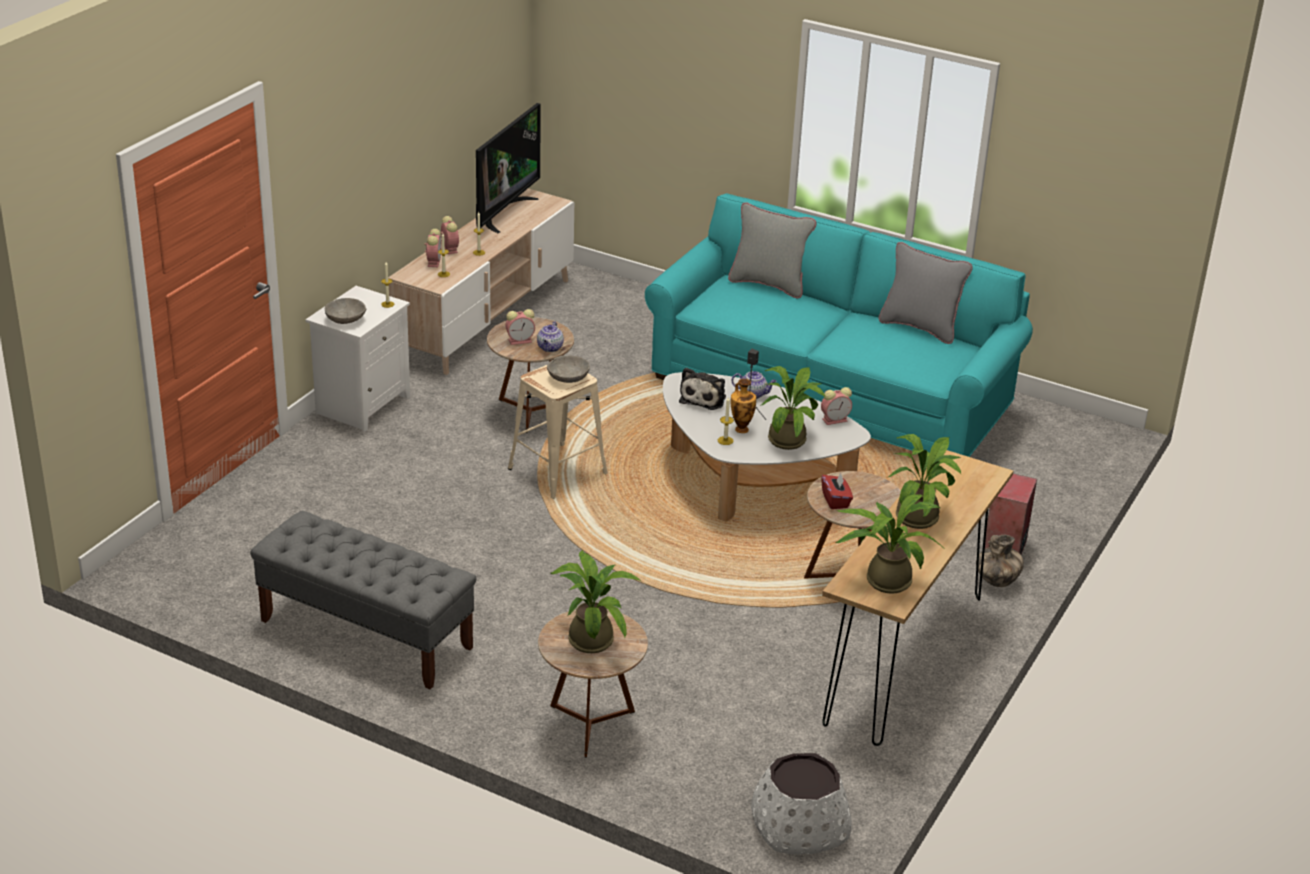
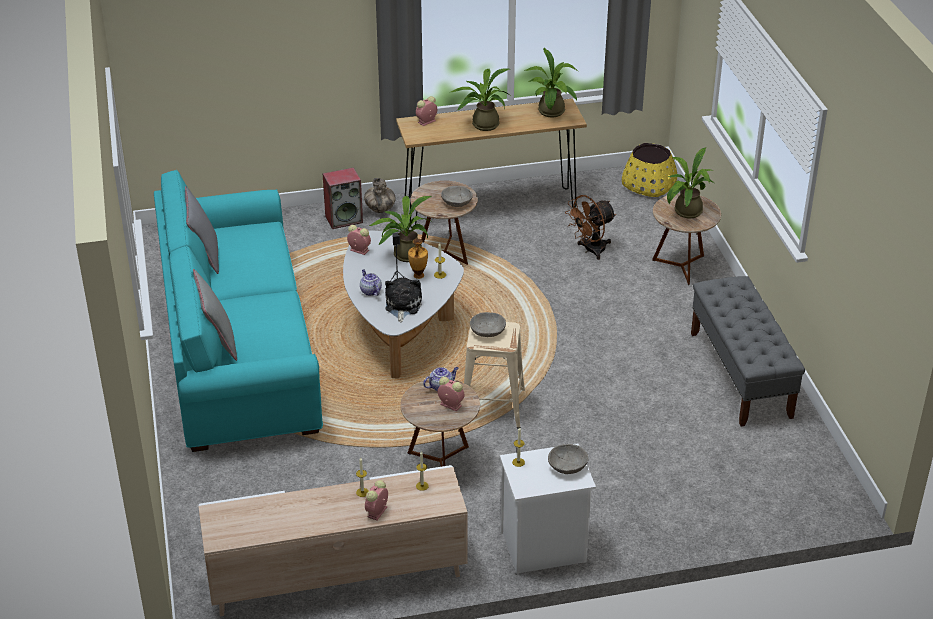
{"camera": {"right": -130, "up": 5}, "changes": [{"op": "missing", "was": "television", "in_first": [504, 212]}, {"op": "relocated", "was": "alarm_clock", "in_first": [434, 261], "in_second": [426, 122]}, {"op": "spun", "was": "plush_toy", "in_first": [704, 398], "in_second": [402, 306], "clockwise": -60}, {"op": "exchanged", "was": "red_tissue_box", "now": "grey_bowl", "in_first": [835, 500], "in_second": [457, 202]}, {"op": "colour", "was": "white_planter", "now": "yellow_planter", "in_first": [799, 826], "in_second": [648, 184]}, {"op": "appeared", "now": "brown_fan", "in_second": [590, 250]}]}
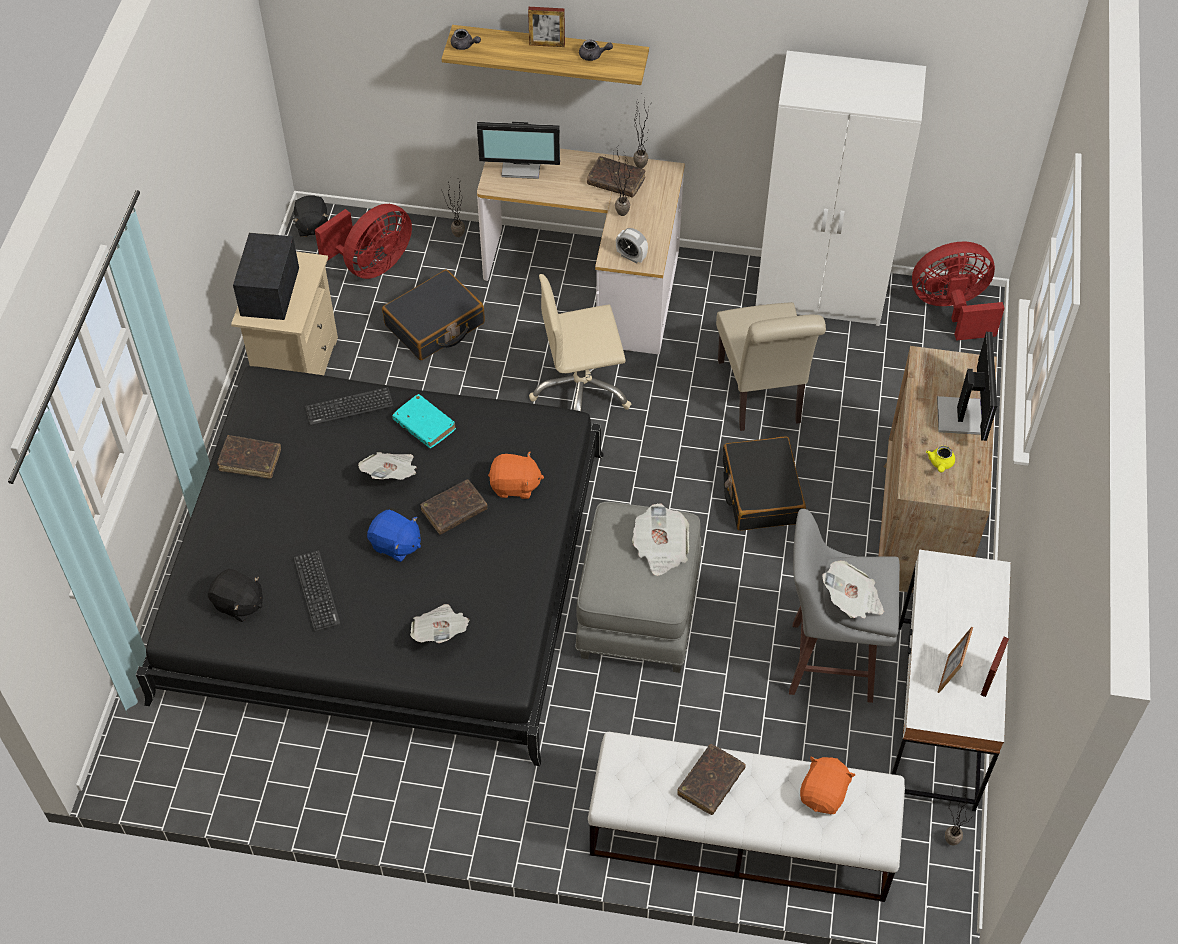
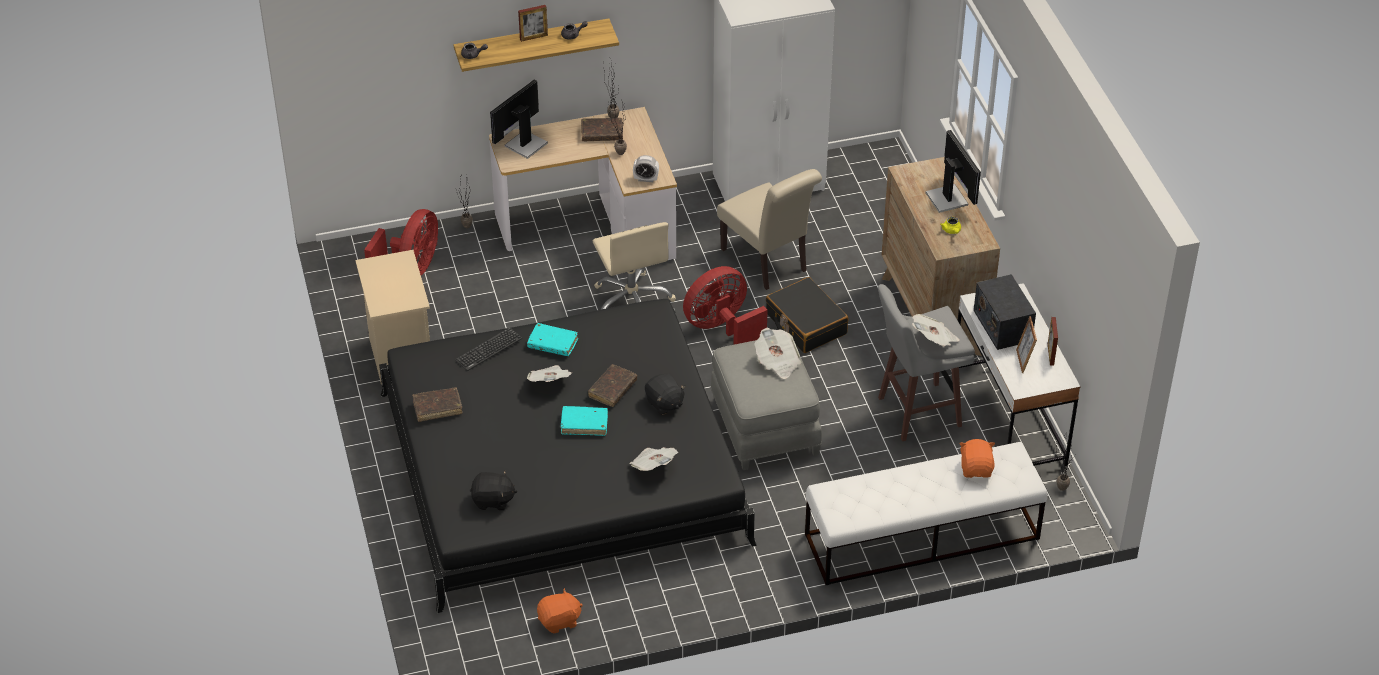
{"camera": {"right": -25, "up": -10}, "changes": [{"op": "spun", "was": "monitor", "in_first": [522, 166], "in_second": [524, 144], "clockwise": 150}, {"op": "relocated", "was": "black_plush_toy", "in_first": [312, 226], "in_second": [664, 403]}, {"op": "relocated", "was": "radio", "in_first": [270, 291], "in_second": [1002, 325]}, {"op": "relocated", "was": "red_fan", "in_first": [952, 309], "in_second": [722, 327]}, {"op": "missing", "was": "black_suitcase", "in_first": [435, 325]}, {"op": "spun", "was": "beige_office_chair", "in_first": [581, 391], "in_second": [632, 302], "clockwise": -75}, {"op": "relocated", "was": "orange_plush_toy", "in_first": [515, 486], "in_second": [559, 621]}, {"op": "exchanged", "was": "blue_plush_toy", "now": "turquoise_book", "in_first": [395, 545], "in_second": [584, 424]}, {"op": "missing", "was": "keyboard", "in_first": [316, 591]}, {"op": "missing", "was": "brown_book", "in_first": [710, 782]}]}
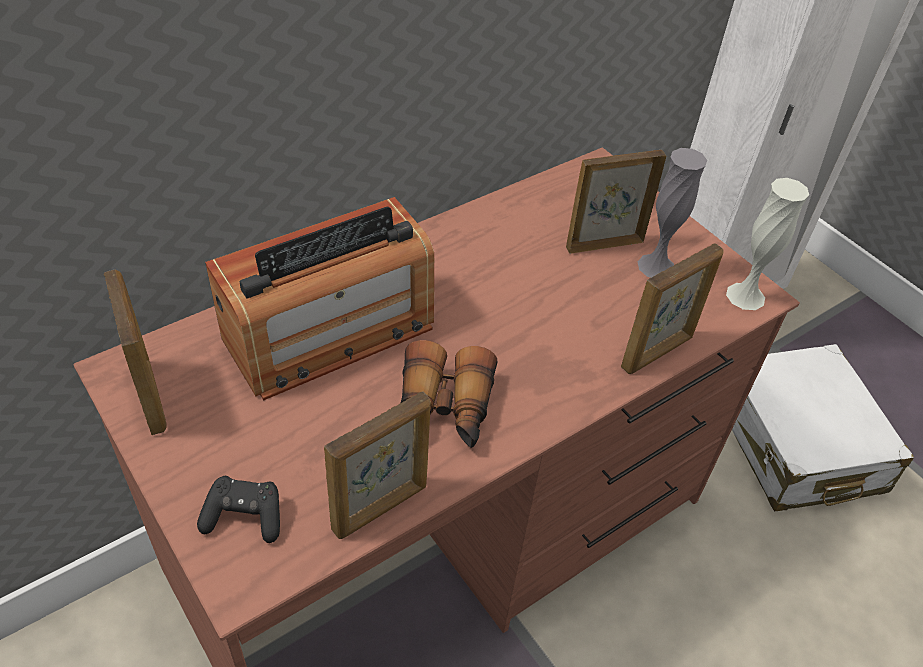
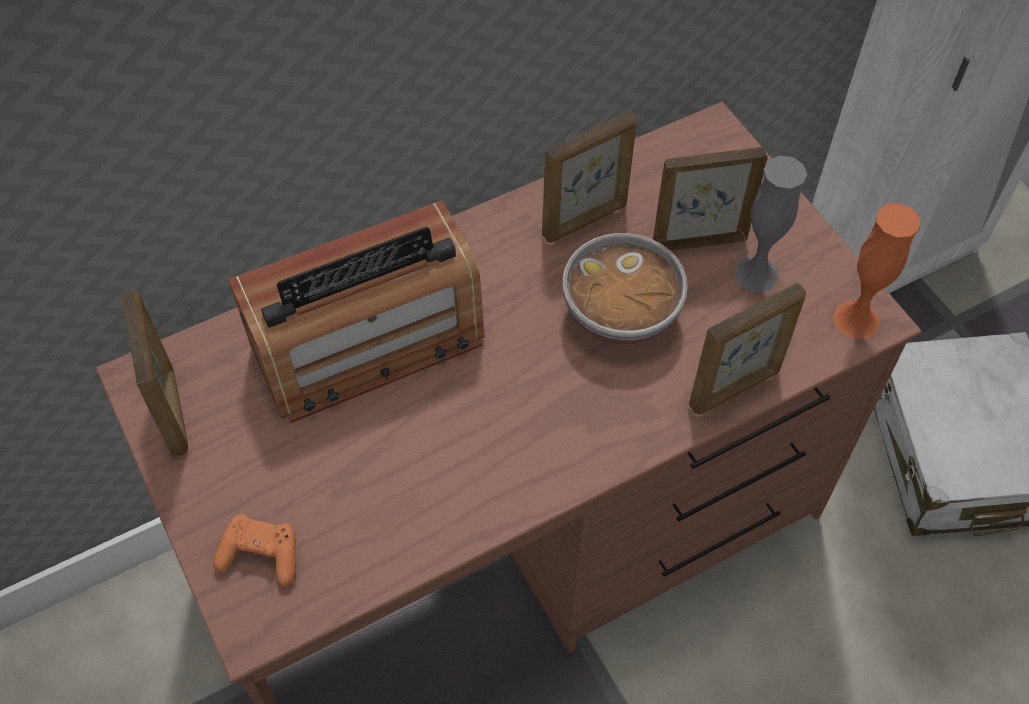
{"camera": {"right": 10, "up": 10}, "changes": [{"op": "colour", "was": "white_vase", "now": "orange_vase", "in_first": [745, 296], "in_second": [856, 319]}, {"op": "missing", "was": "binoculars", "in_first": [444, 409]}, {"op": "relocated", "was": "picture_frame", "in_first": [381, 508], "in_second": [585, 220]}, {"op": "colour", "was": "black_game_controller", "now": "orange_game_controller", "in_first": [244, 517], "in_second": [262, 555]}, {"op": "appeared", "now": "bowl", "in_second": [621, 313]}]}
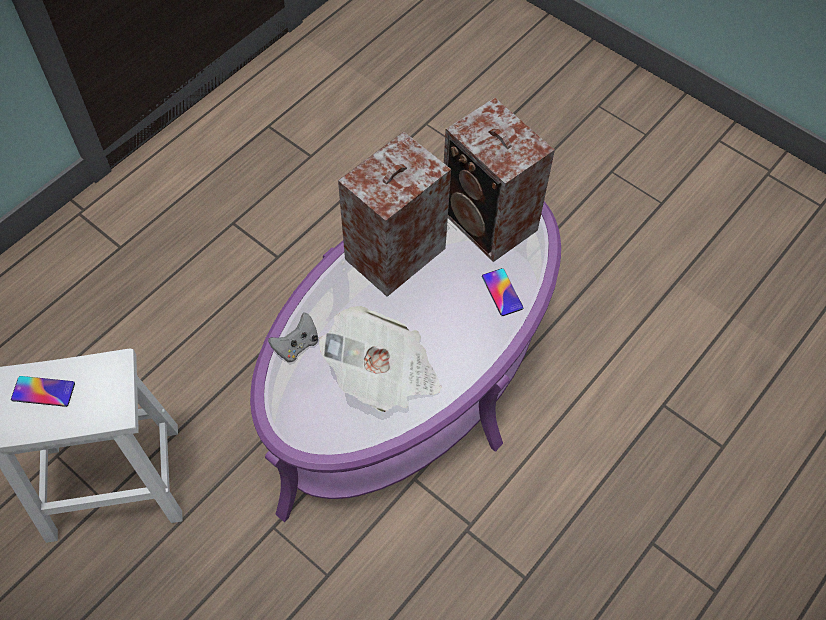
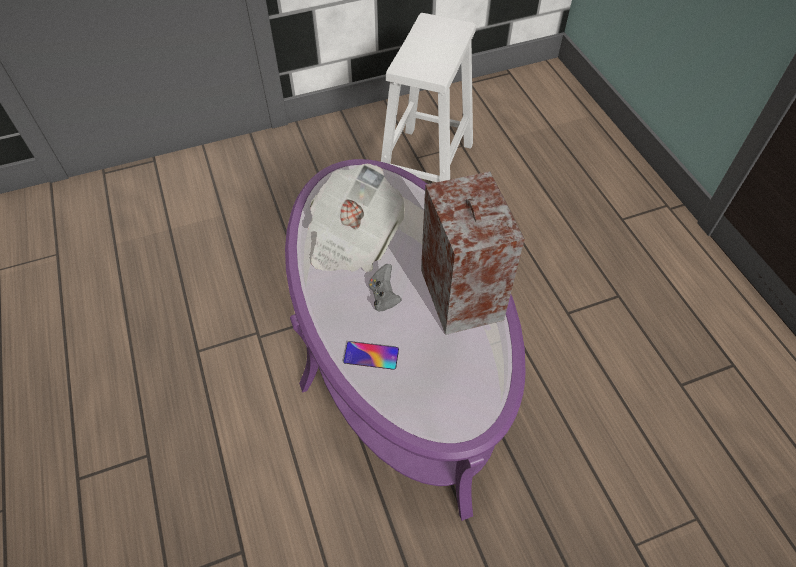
{"camera": {"right": 120, "up": -5}, "changes": [{"op": "missing", "was": "speaker", "in_first": [490, 223]}, {"op": "relocated", "was": "grey_game_controller", "in_first": [296, 345], "in_second": [384, 297]}, {"op": "missing", "was": "phone", "in_first": [43, 391]}]}
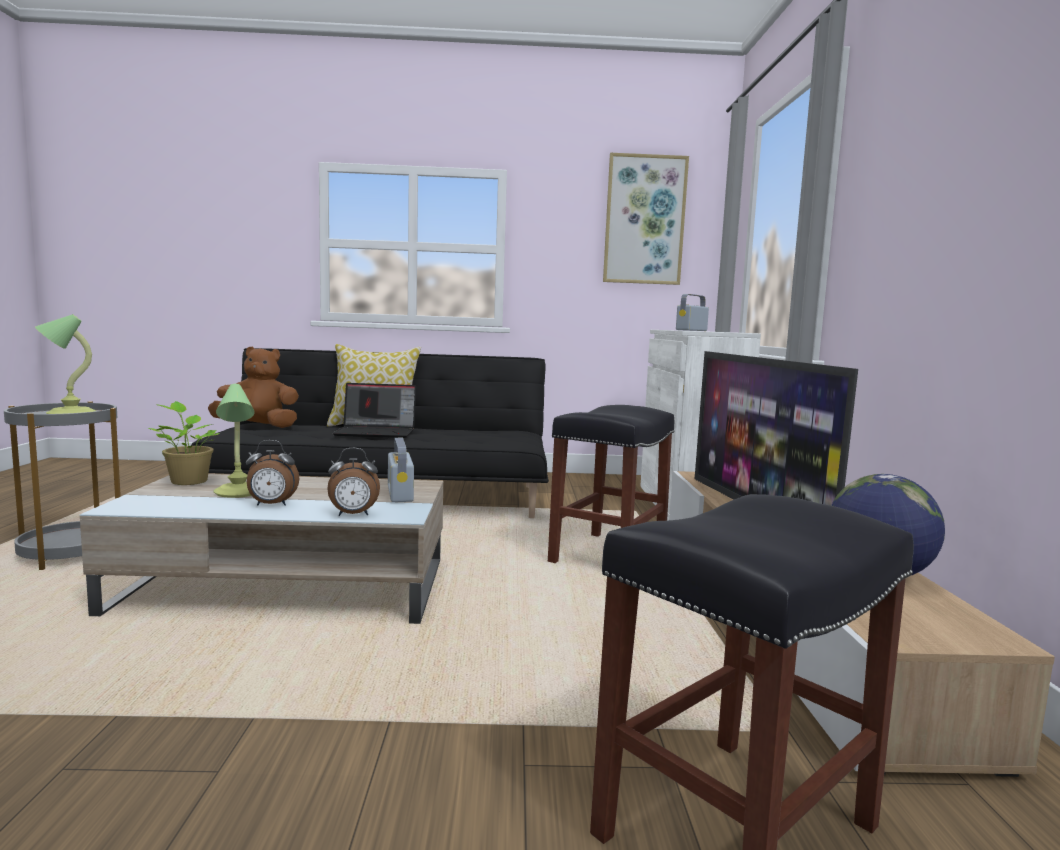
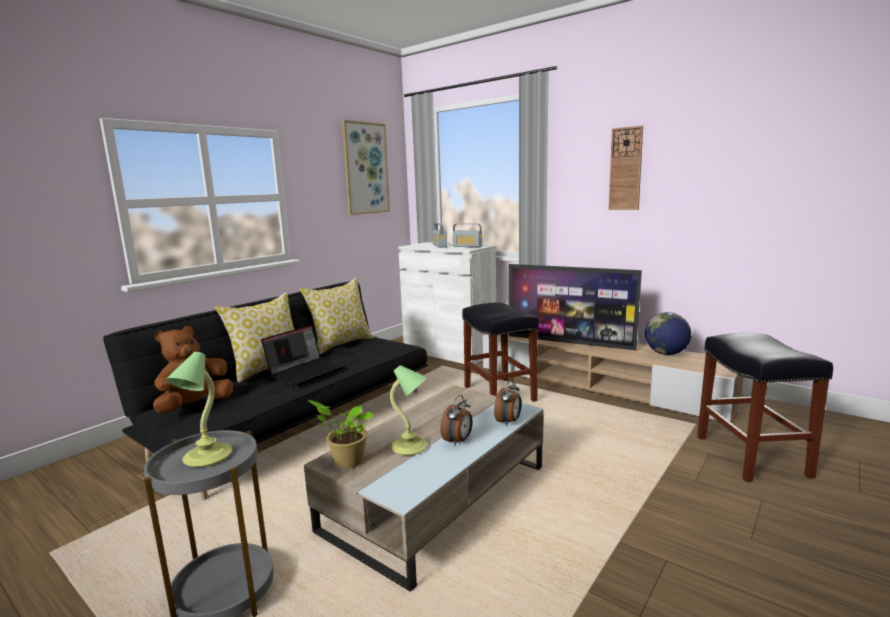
{"camera": {"right": -50, "up": 5}, "changes": [{"op": "relocated", "was": "radio", "in_first": [400, 493], "in_second": [467, 246]}, {"op": "appeared", "now": "wall_clock", "in_second": [625, 169]}, {"op": "appeared", "now": "pillow", "in_second": [341, 344]}]}
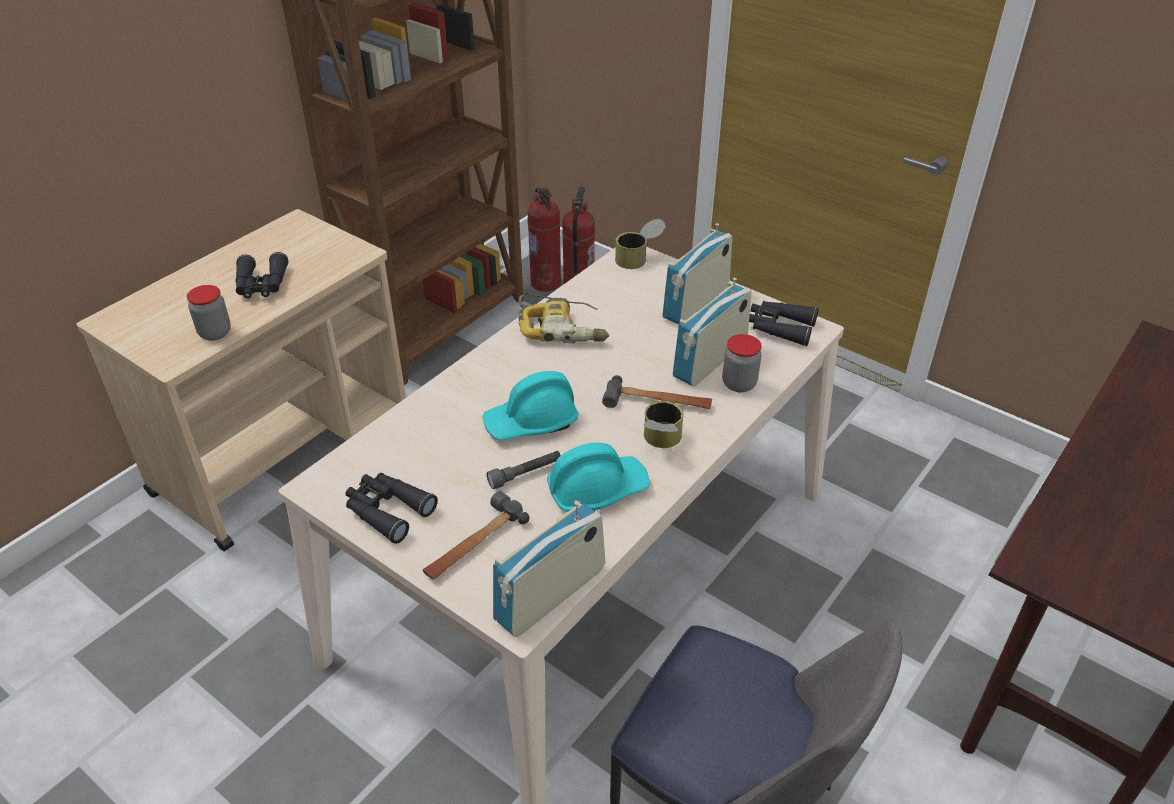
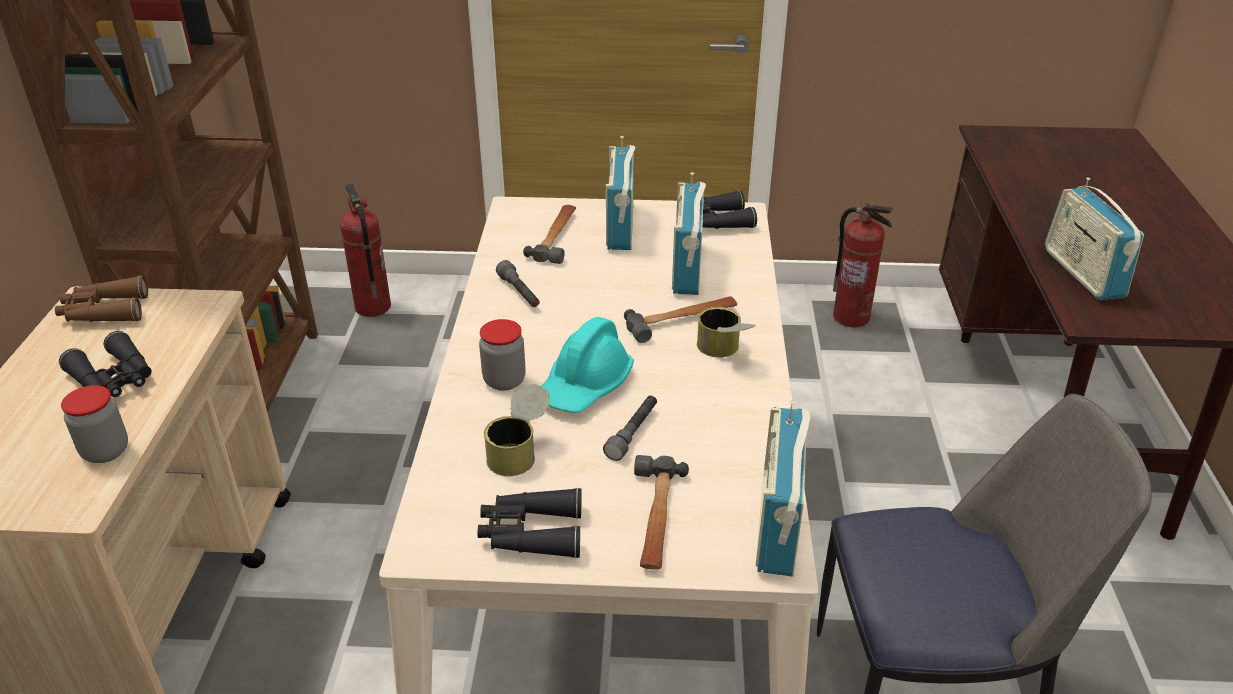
{"camera": {"right": -35, "up": -5}, "changes": [{"op": "relocated", "was": "fire_extinguisher", "in_first": [546, 283], "in_second": [851, 317]}, {"op": "relocated", "was": "can", "in_first": [639, 258], "in_second": [520, 451]}, {"op": "exchanged", "was": "power_drill", "now": "grey_flashlight", "in_first": [562, 328], "in_second": [519, 293]}, {"op": "relocated", "was": "jar", "in_first": [739, 384], "in_second": [504, 380]}, {"op": "missing", "was": "turquoise_hard_hat", "in_first": [597, 490]}, {"op": "appeared", "now": "radio", "in_second": [1082, 274]}, {"op": "appeared", "now": "hammer", "in_second": [557, 237]}, {"op": "appeared", "now": "brown_binoculars", "in_second": [104, 311]}]}
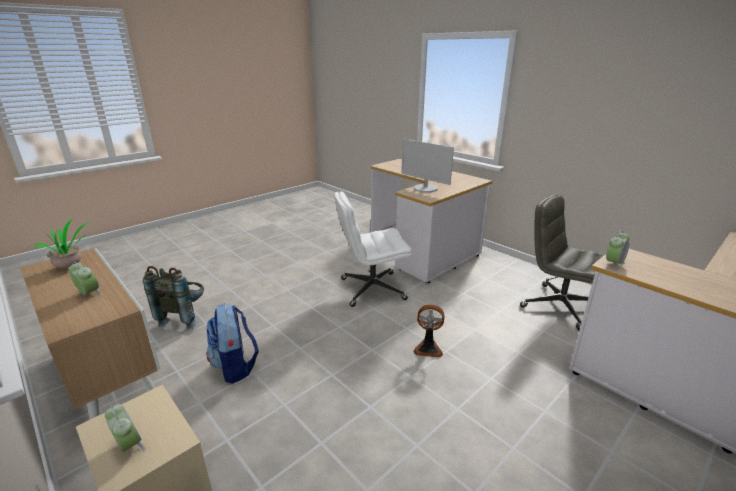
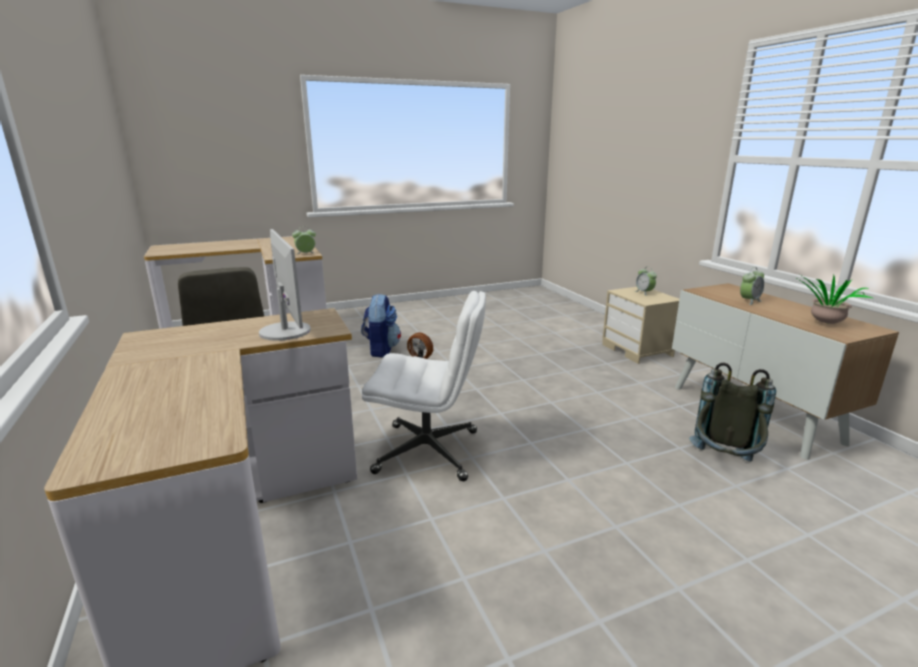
{"camera": {"right": -160, "up": -5}, "changes": [{"op": "spun", "was": "alarm_clock", "in_first": [89, 294], "in_second": [749, 301], "clockwise": -90}, {"op": "relocated", "was": "backpack", "in_first": [235, 366], "in_second": [381, 350]}]}
